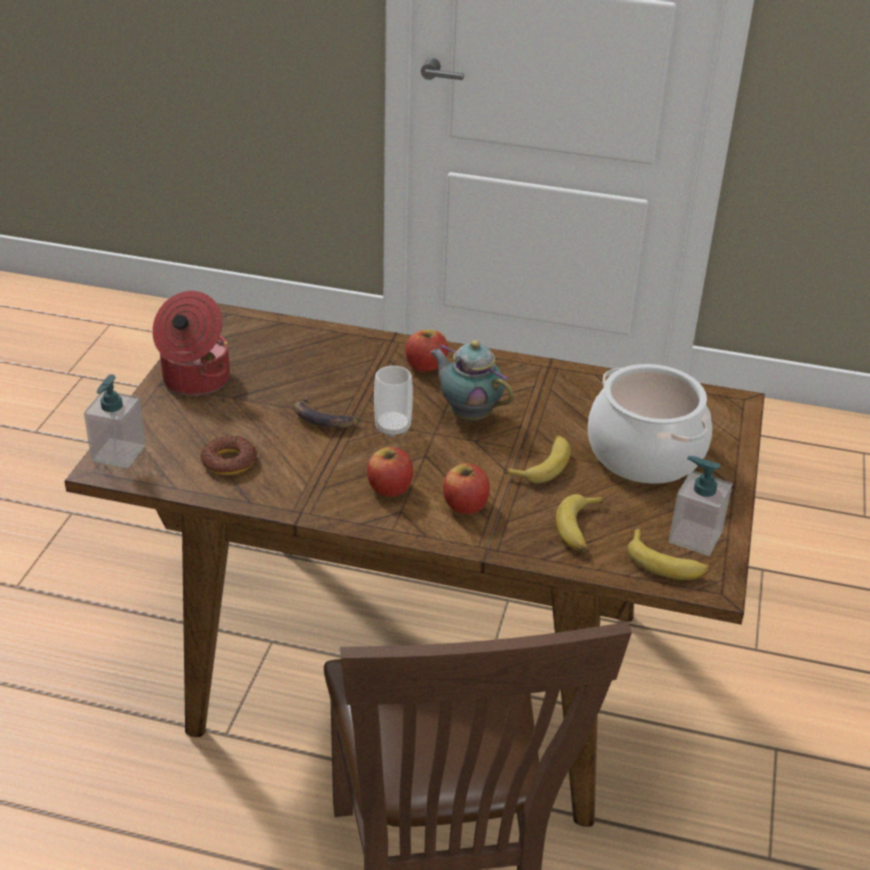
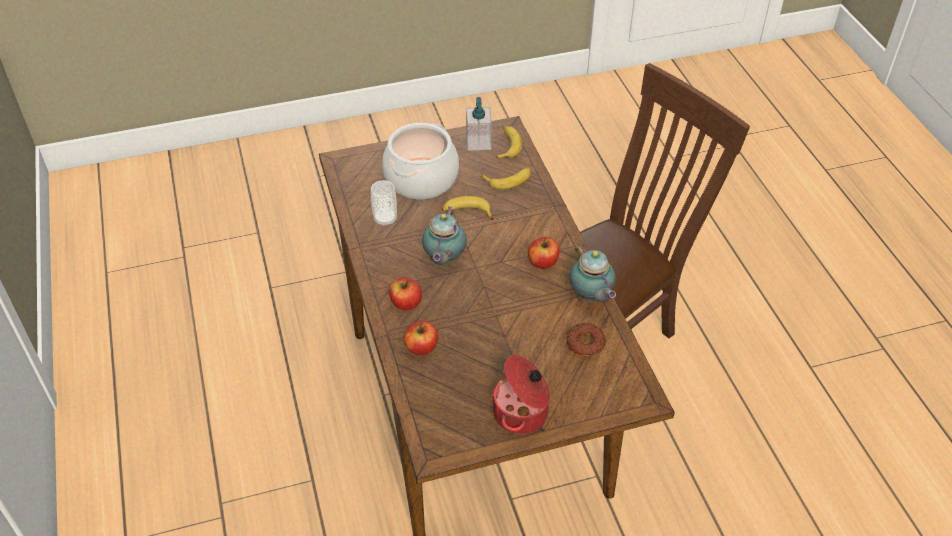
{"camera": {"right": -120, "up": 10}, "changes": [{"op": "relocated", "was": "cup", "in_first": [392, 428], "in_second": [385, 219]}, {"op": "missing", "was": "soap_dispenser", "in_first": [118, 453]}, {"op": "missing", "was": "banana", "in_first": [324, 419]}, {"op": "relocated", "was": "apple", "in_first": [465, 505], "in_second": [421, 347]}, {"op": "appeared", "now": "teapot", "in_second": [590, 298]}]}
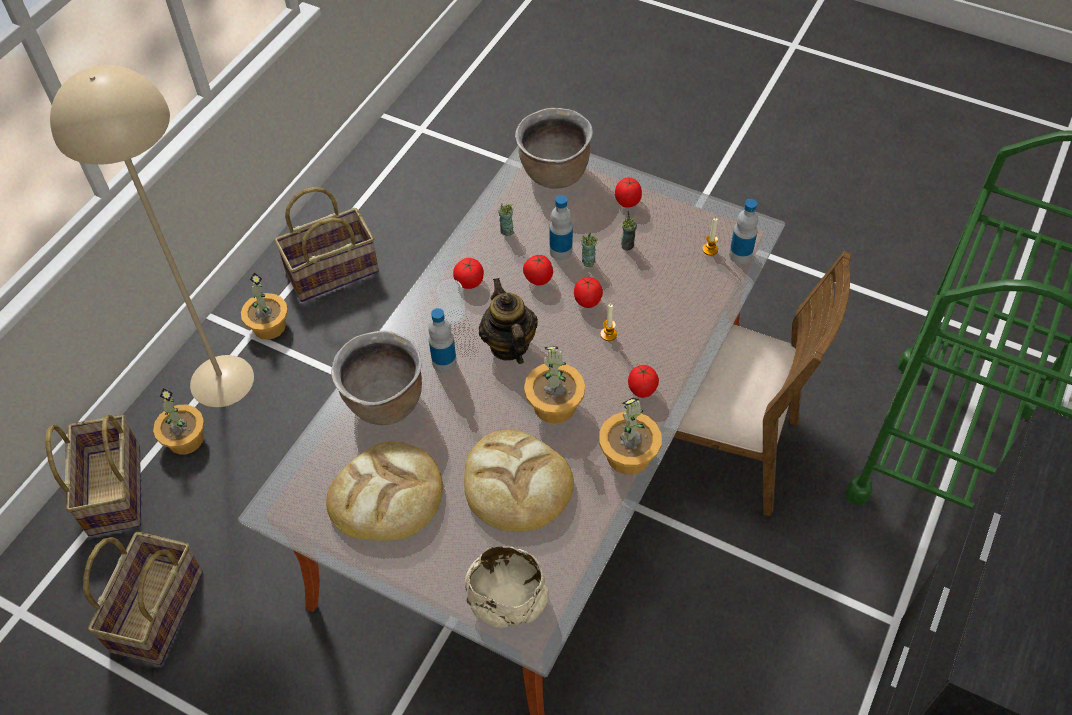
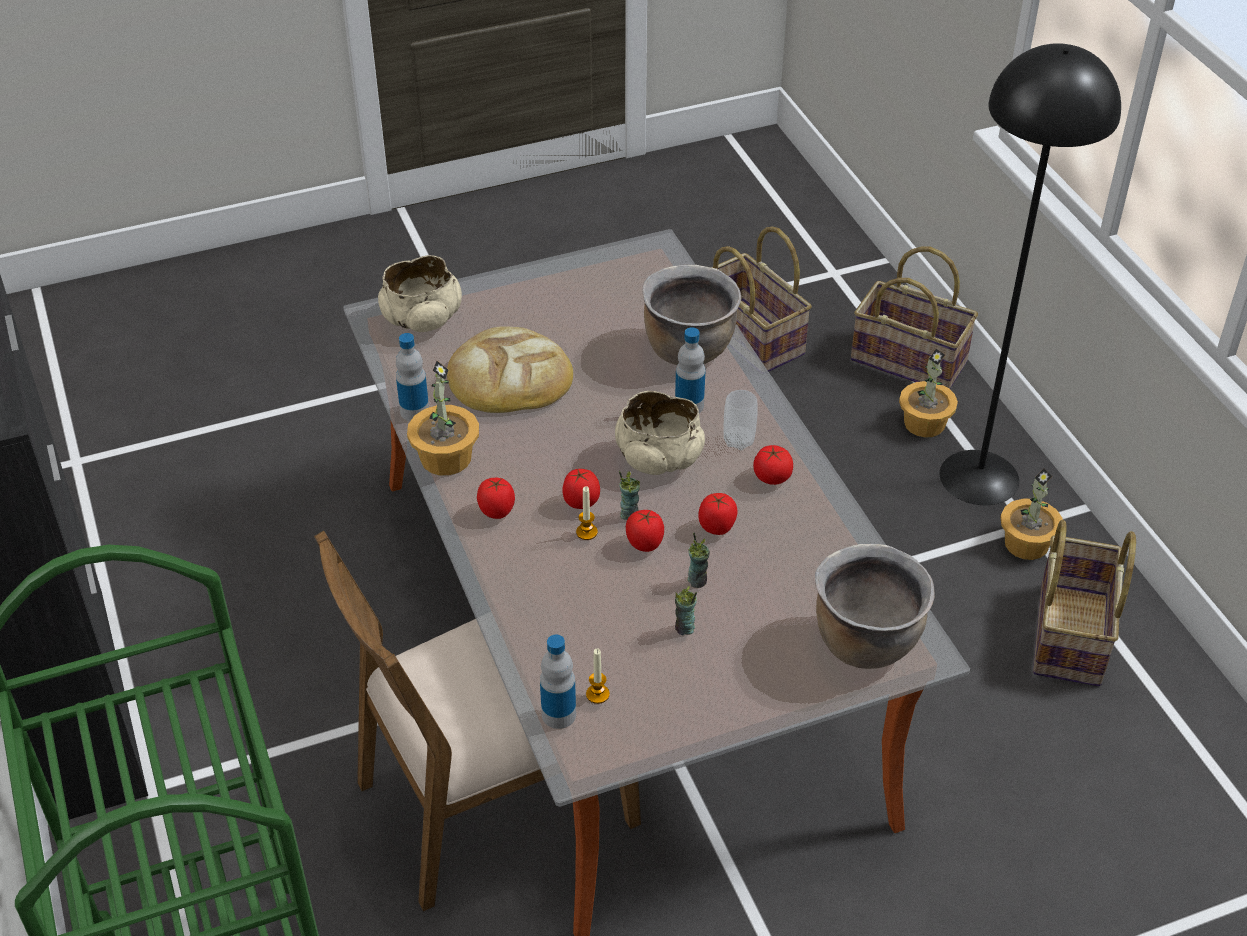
{"camera": {"right": 130, "up": -10}, "changes": [{"op": "colour", "was": "beige_floor_lamp", "now": "black_floor_lamp", "in_first": [222, 380], "in_second": [980, 477]}, {"op": "relocated", "was": "tomato", "in_first": [627, 202], "in_second": [581, 503]}, {"op": "relocated", "was": "bottle", "in_first": [561, 251], "in_second": [414, 411]}, {"op": "relocated", "was": "cup", "in_first": [506, 231], "in_second": [629, 514]}, {"op": "exchanged", "was": "teapot", "now": "beige_bowl", "in_first": [508, 345], "in_second": [658, 457]}, {"op": "missing", "was": "potted_plant", "in_first": [554, 406]}, {"op": "missing", "was": "bread", "in_first": [387, 496]}]}
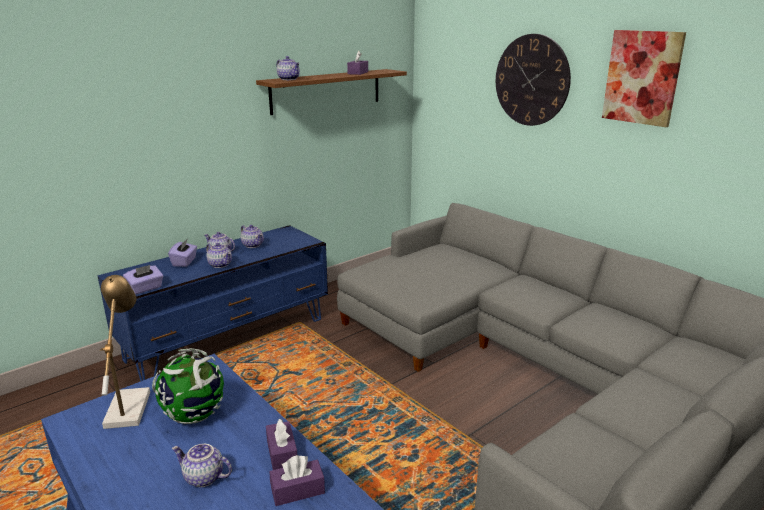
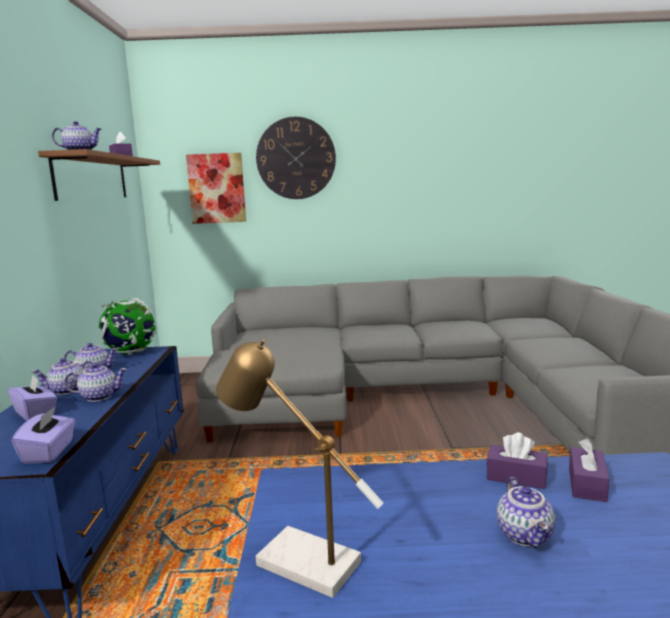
{"camera": {"right": -50, "up": -10}, "changes": [{"op": "relocated", "was": "picture", "in_first": [642, 77], "in_second": [217, 188]}, {"op": "relocated", "was": "globe", "in_first": [194, 415], "in_second": [130, 353]}, {"op": "spun", "was": "teapot", "in_first": [203, 478], "in_second": [526, 535], "clockwise": -60}]}
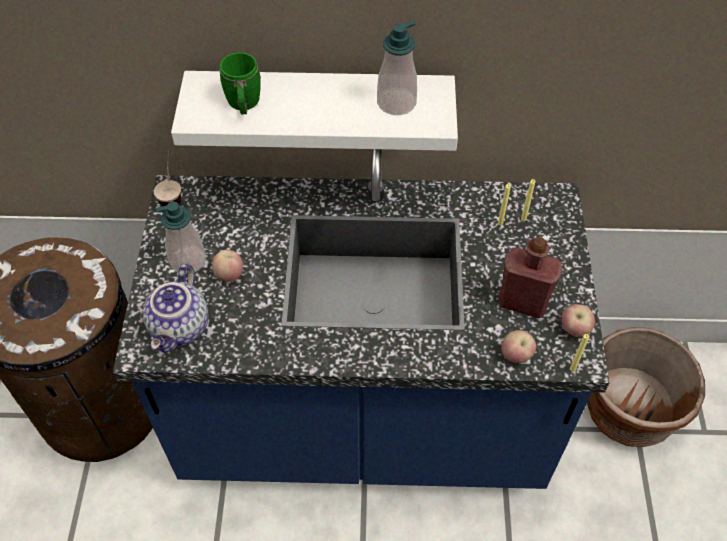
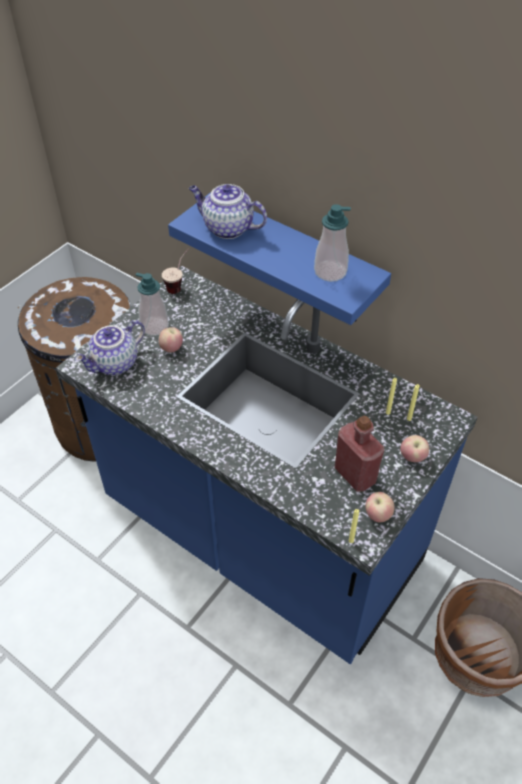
{"camera": {"right": 35, "up": -5}, "changes": [{"op": "exchanged", "was": "green_mug", "now": "teapot", "in_first": [244, 105], "in_second": [227, 228]}, {"op": "colour", "was": "white_shelf", "now": "blue_shelf", "in_first": [321, 108], "in_second": [295, 260]}, {"op": "relocated", "was": "apple", "in_first": [515, 355], "in_second": [412, 457]}]}
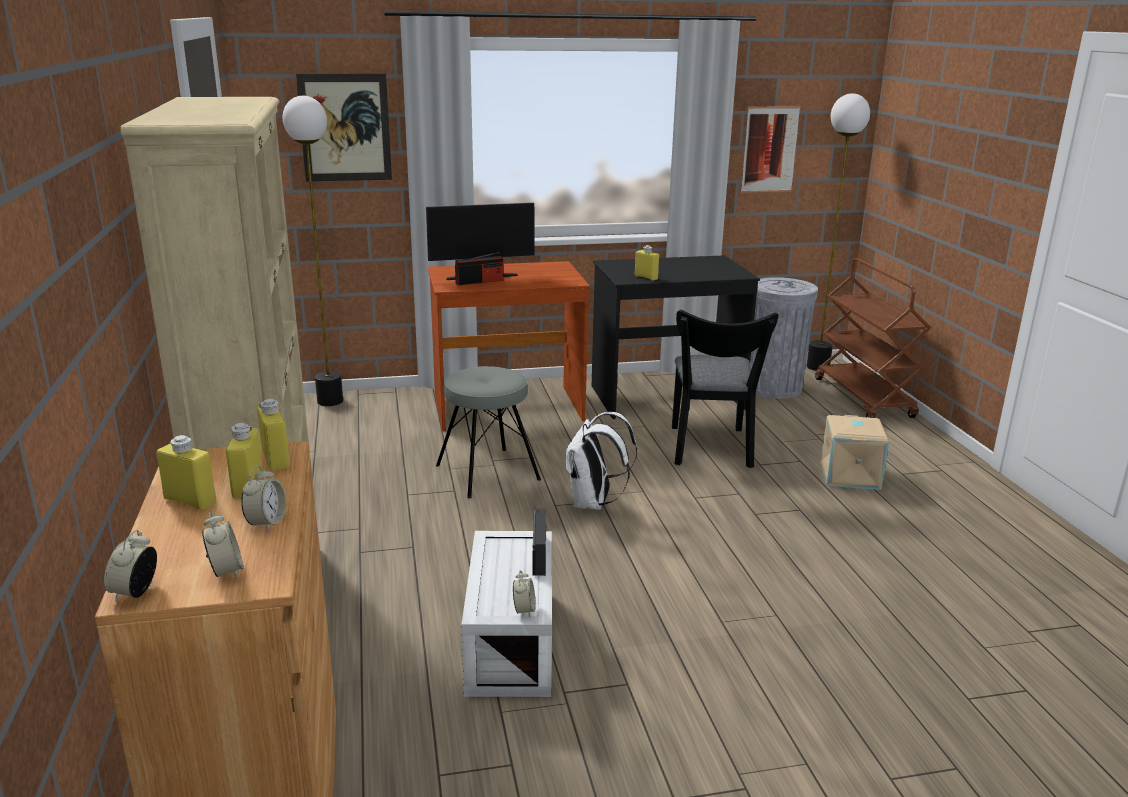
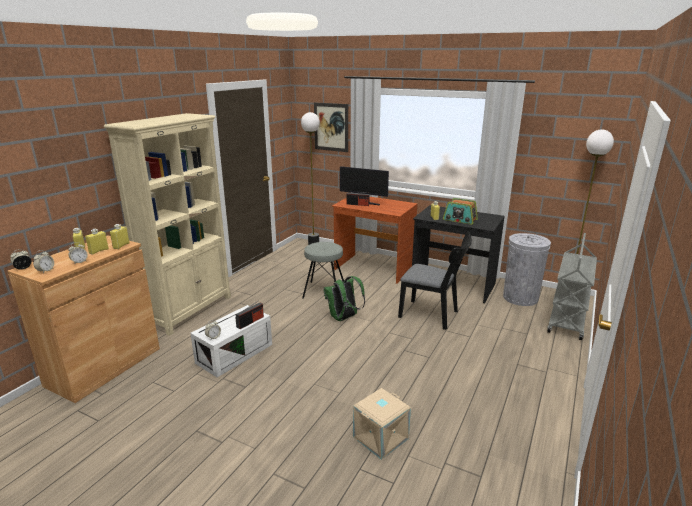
{"camera": {"right": 40, "up": 0}, "changes": [{"op": "missing", "was": "picture", "in_first": [769, 149]}, {"op": "colour", "was": "brown_cart", "now": "grey_cart", "in_first": [864, 398], "in_second": [567, 320]}, {"op": "spun", "was": "black_chair", "in_first": [710, 450], "in_second": [432, 315], "clockwise": -105}, {"op": "colour", "was": "white_backpack", "now": "green_backpack", "in_first": [593, 503], "in_second": [343, 318]}, {"op": "relocated", "was": "beige_storage_box", "in_first": [851, 476], "in_second": [381, 438]}, {"op": "appeared", "now": "radio", "in_second": [460, 220]}]}
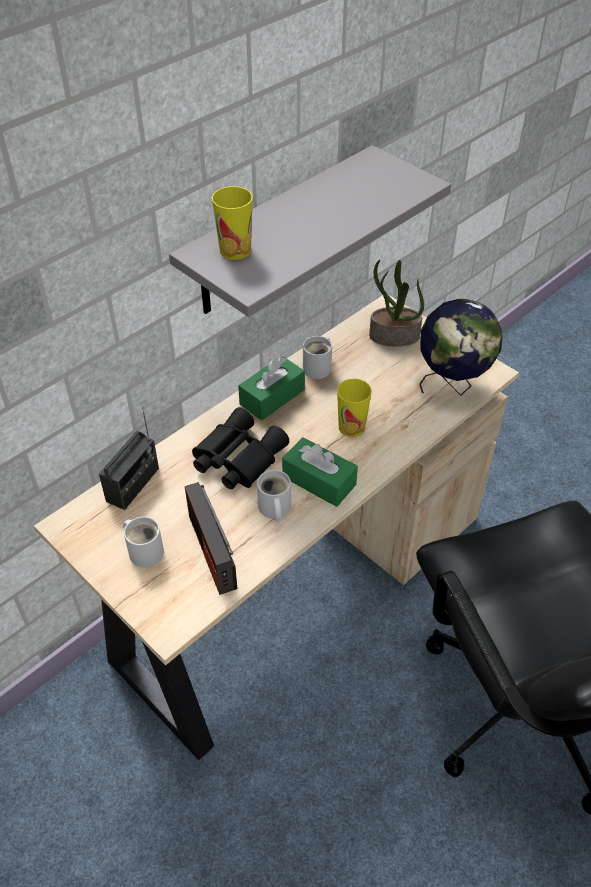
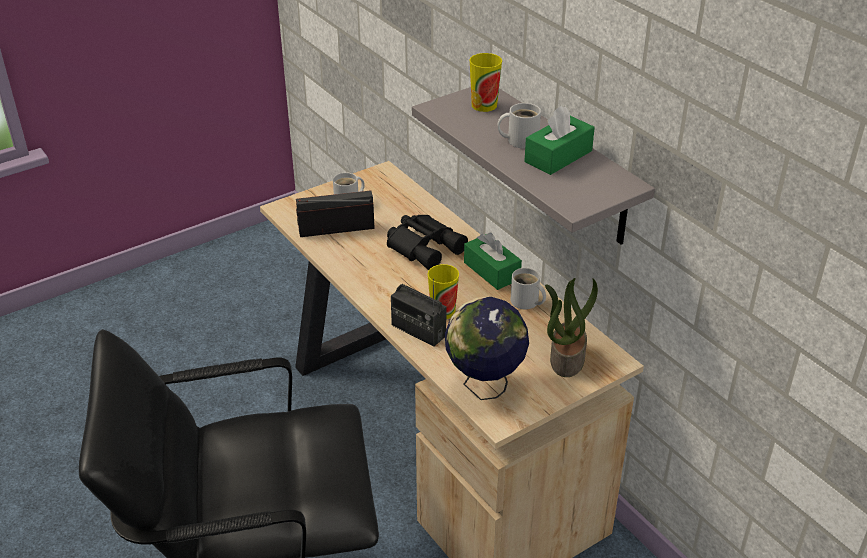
{"camera": {"right": 100, "up": -10}, "changes": [{"op": "relocated", "was": "radio", "in_first": [133, 485], "in_second": [418, 330]}, {"op": "relocated", "was": "green_tissue_box", "in_first": [319, 480], "in_second": [558, 156]}, {"op": "relocated", "was": "white_mug", "in_first": [273, 509], "in_second": [520, 140]}]}
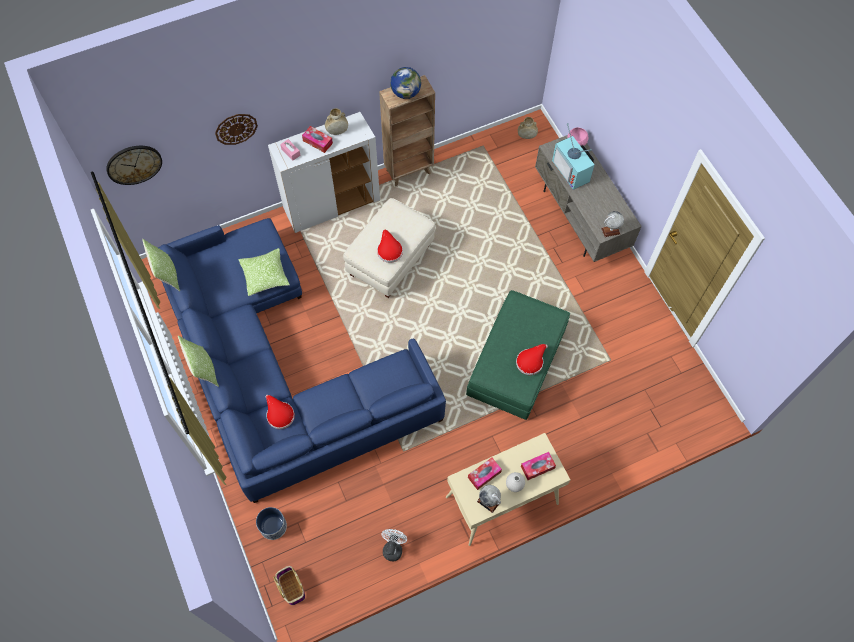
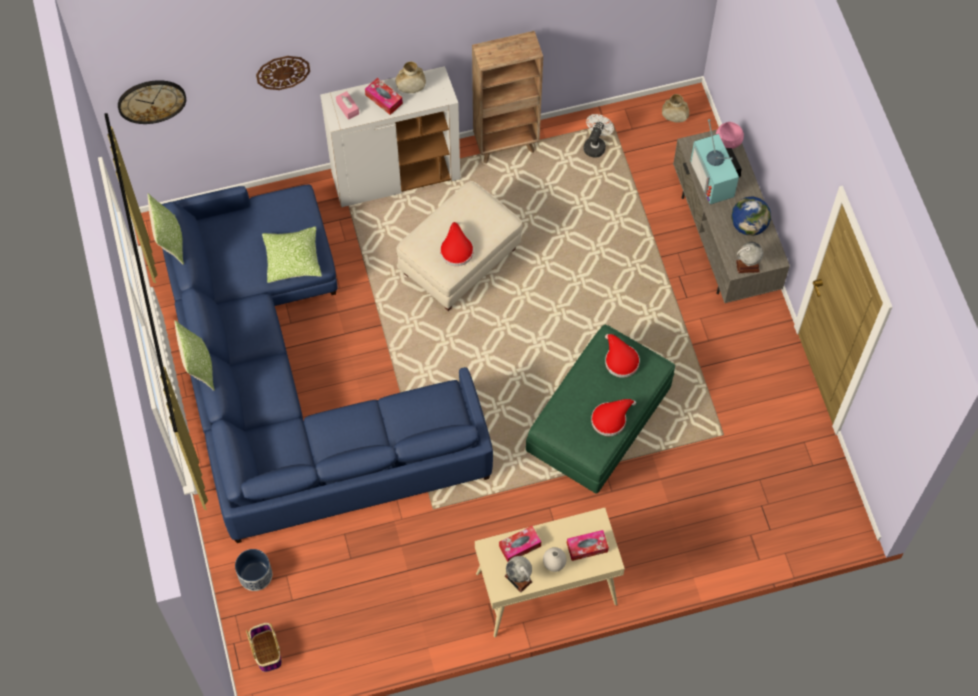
{"camera": {"right": 10, "up": 0}, "changes": [{"op": "relocated", "was": "globe", "in_first": [406, 93], "in_second": [748, 225]}, {"op": "relocated", "was": "red_hat", "in_first": [279, 414], "in_second": [620, 360]}, {"op": "relocated", "was": "white_fan", "in_first": [393, 548], "in_second": [595, 145]}]}
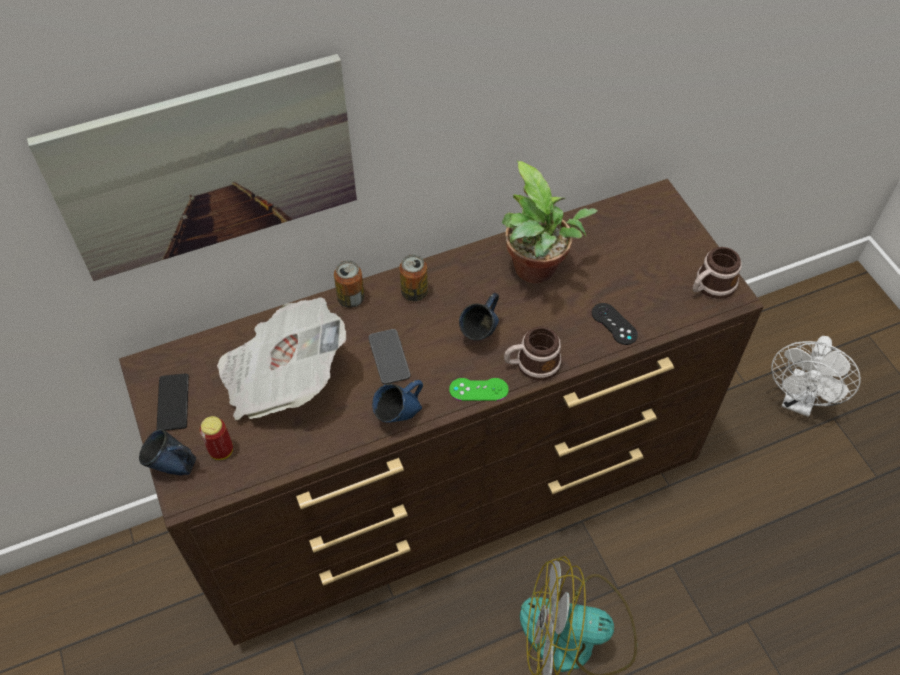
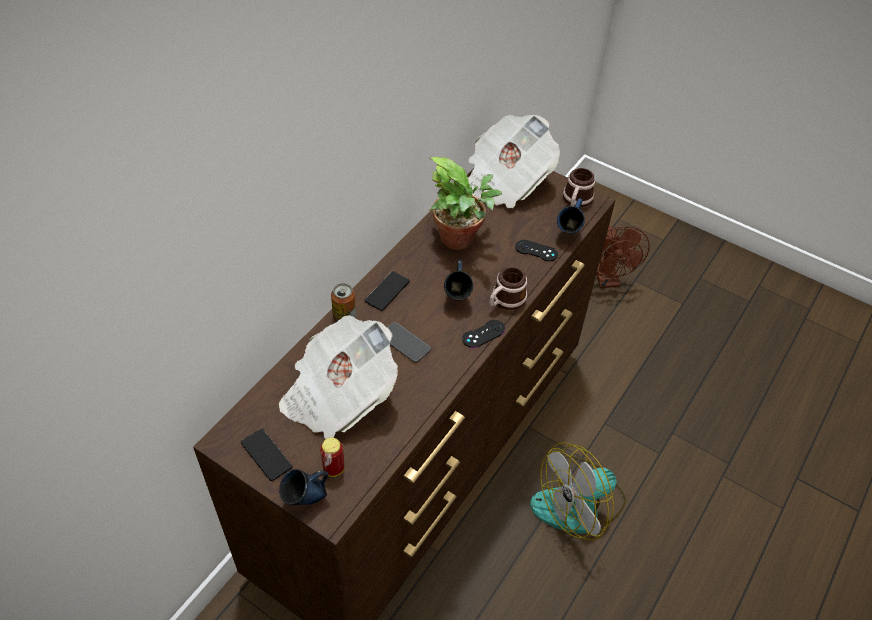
{"camera": {"right": -35, "up": -5}, "changes": [{"op": "missing", "was": "picture", "in_first": [208, 169]}, {"op": "exchanged", "was": "can", "now": "phone", "in_first": [414, 292], "in_second": [387, 291]}, {"op": "colour", "was": "white_fan", "now": "brown_fan", "in_first": [799, 401], "in_second": [608, 279]}, {"op": "colour", "was": "green_game_controller", "now": "black_game_controller", "in_first": [478, 389], "in_second": [483, 334]}, {"op": "relocated", "was": "blue_mug", "in_first": [400, 417], "in_second": [569, 234]}, {"op": "appeared", "now": "newspaper", "in_second": [505, 180]}]}
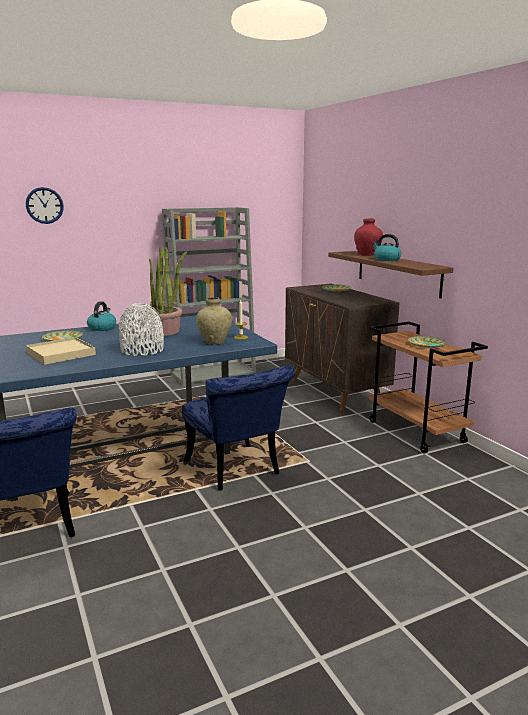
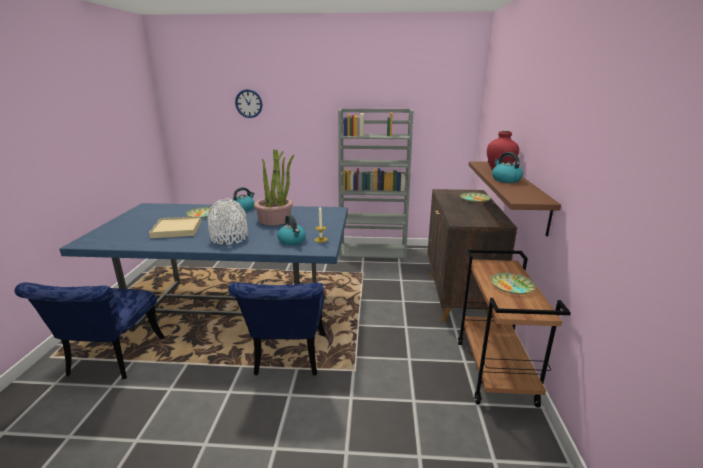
{"camera": {"right": 30, "up": 5}, "changes": [{"op": "exchanged", "was": "beige_vase", "now": "kettle", "in_first": [214, 342], "in_second": [292, 241]}]}
